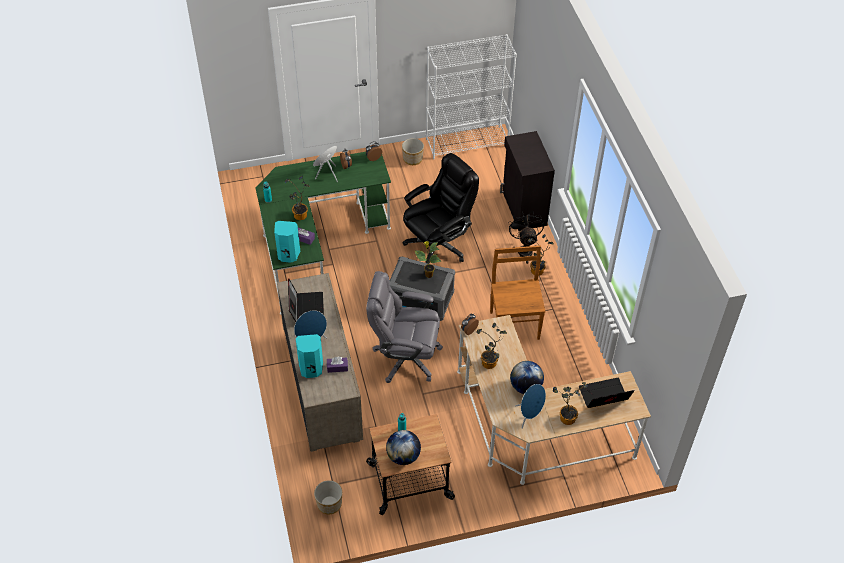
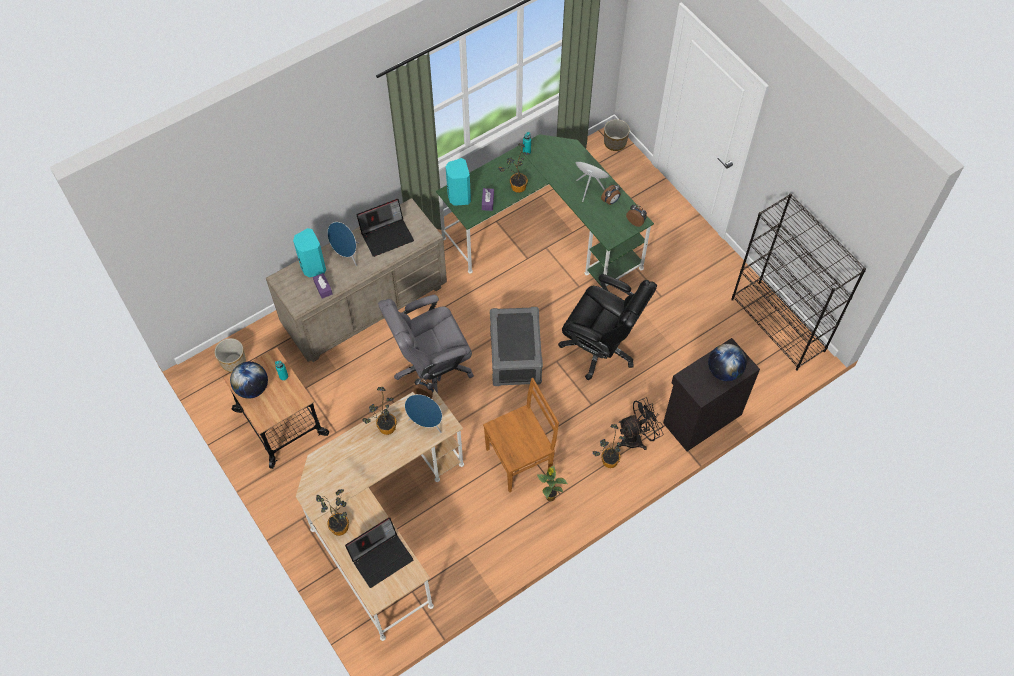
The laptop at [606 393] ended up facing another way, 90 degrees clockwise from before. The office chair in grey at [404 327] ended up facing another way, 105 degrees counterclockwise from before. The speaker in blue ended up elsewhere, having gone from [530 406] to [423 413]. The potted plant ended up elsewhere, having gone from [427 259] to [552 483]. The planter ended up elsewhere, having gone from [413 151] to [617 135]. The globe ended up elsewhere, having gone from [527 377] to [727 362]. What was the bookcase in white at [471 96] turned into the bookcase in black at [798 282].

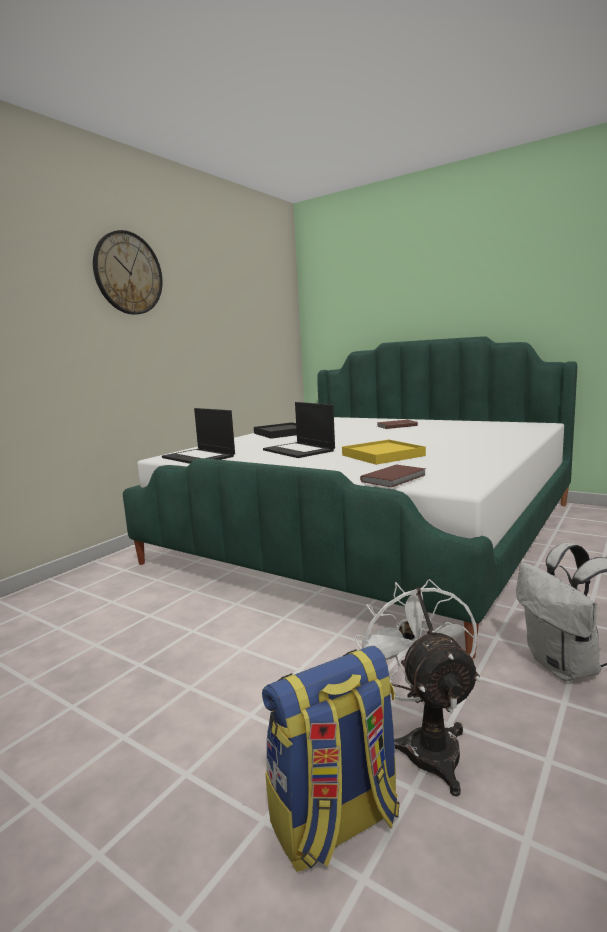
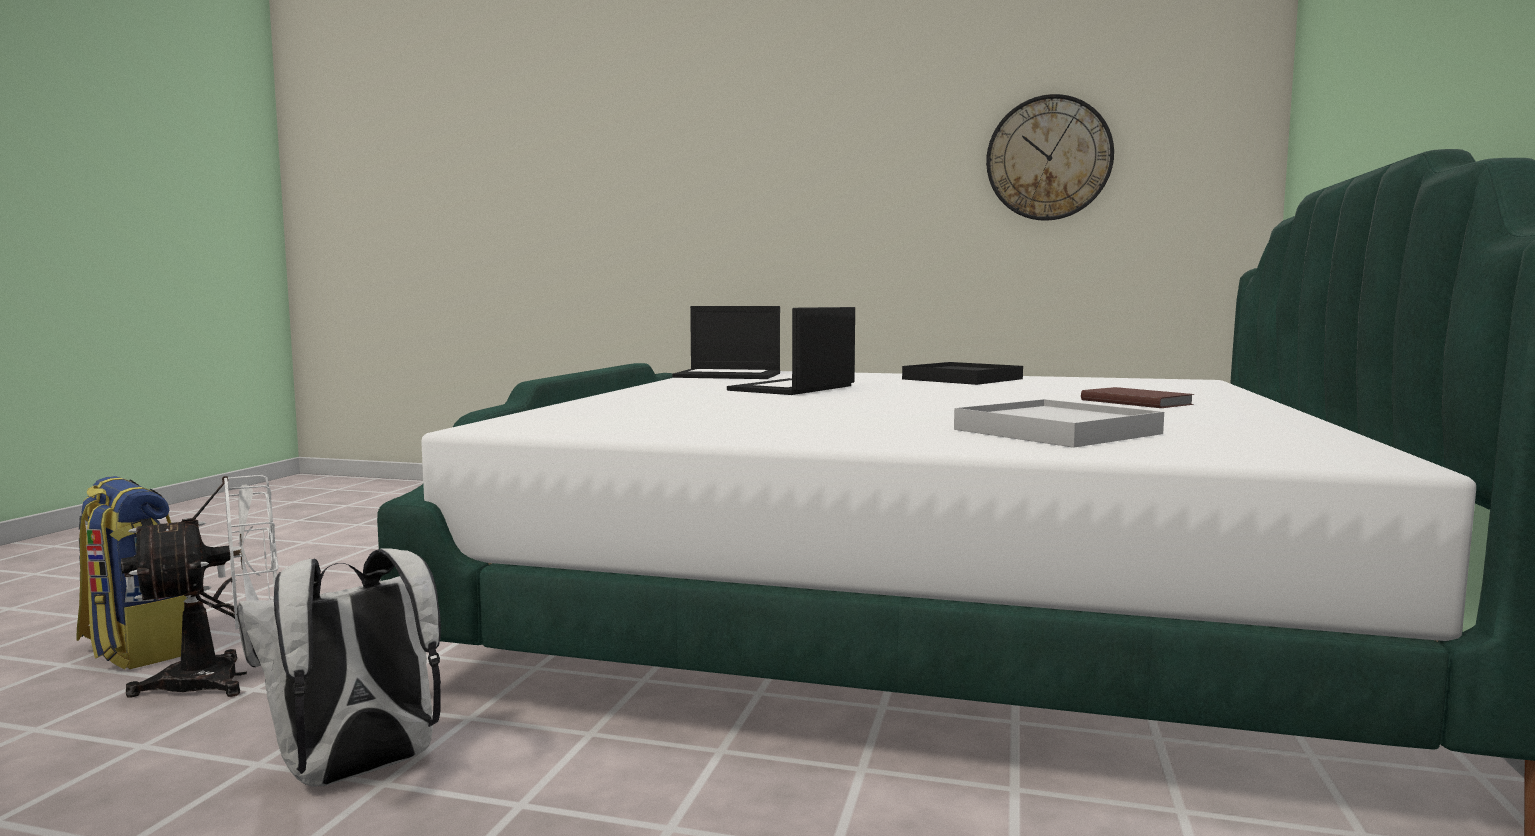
The laptop at [198 436] ended up facing another way, 105 degrees counterclockwise from before. The second view gained the tray in white at [1059 423]. The wall clock ended up elsewhere, having gone from [127 272] to [1050 157]. The second view lost the tray in yellow at [384 452]. The second view lost the book in brown at [393 476].

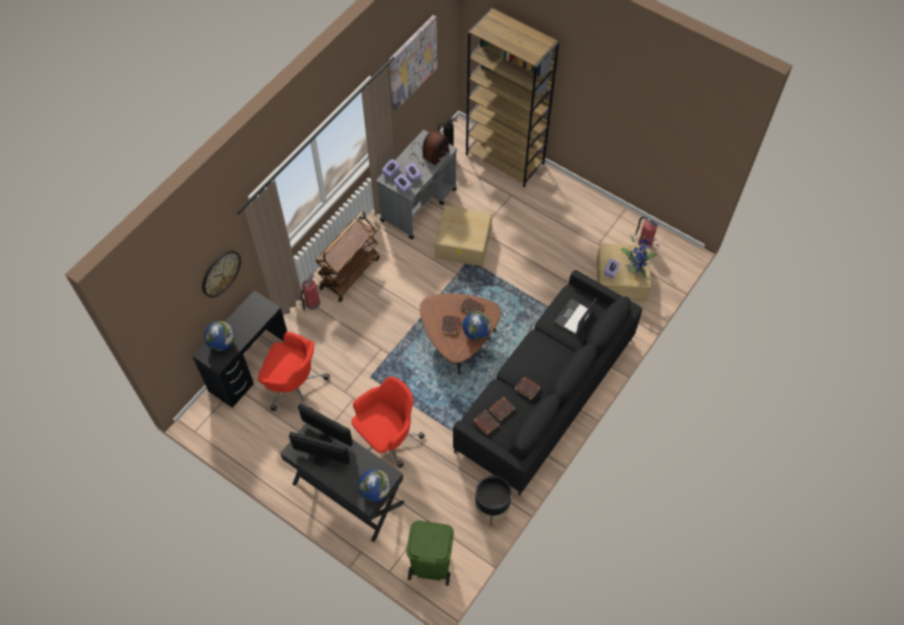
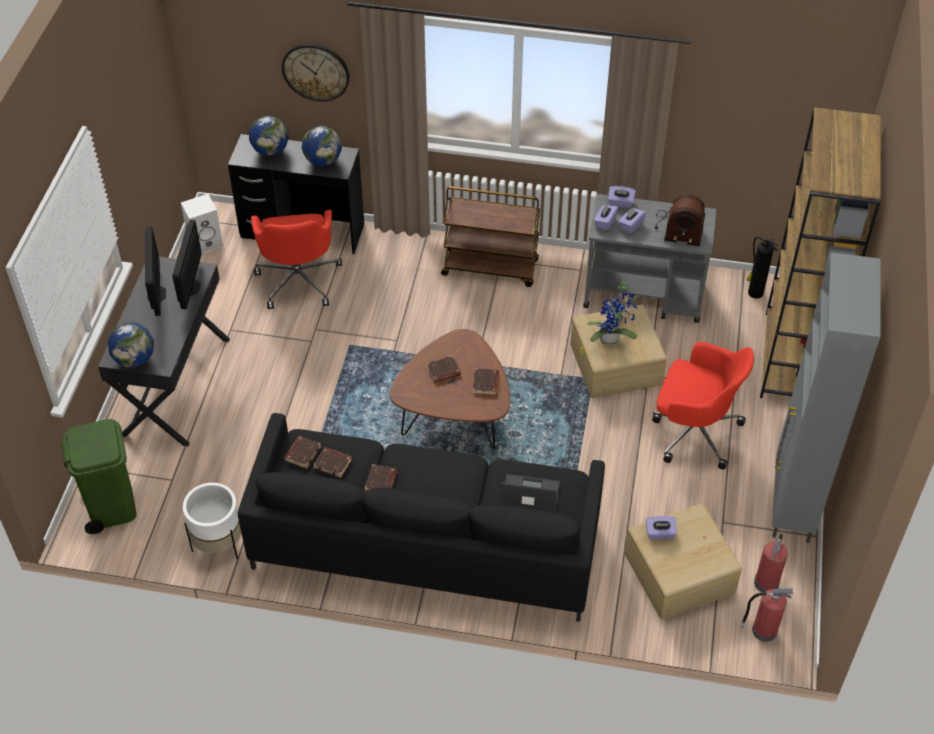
The second view gained the speaker in white at [202 224]. What was the planter in black at [493 500] turned into the planter in white at [212 521]. The globe ended up elsewhere, having gone from [476 325] to [322 146]. The potted plant ended up elsewhere, having gone from [639 256] to [612 312]. The office chair in red ended up elsewhere, having gone from [388 422] to [703 405]. The fire extinguisher ended up elsewhere, having gone from [310 292] to [767 615]. The second view gained the cabinet in grey at [826 397]. The second view lost the picture at [413 63].

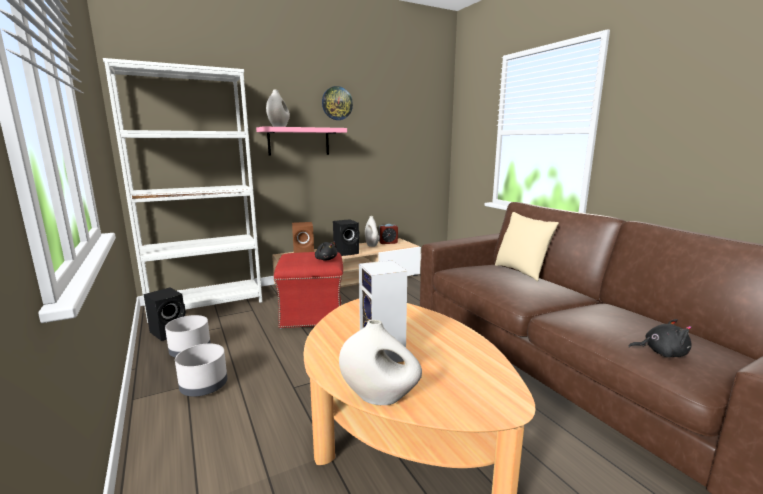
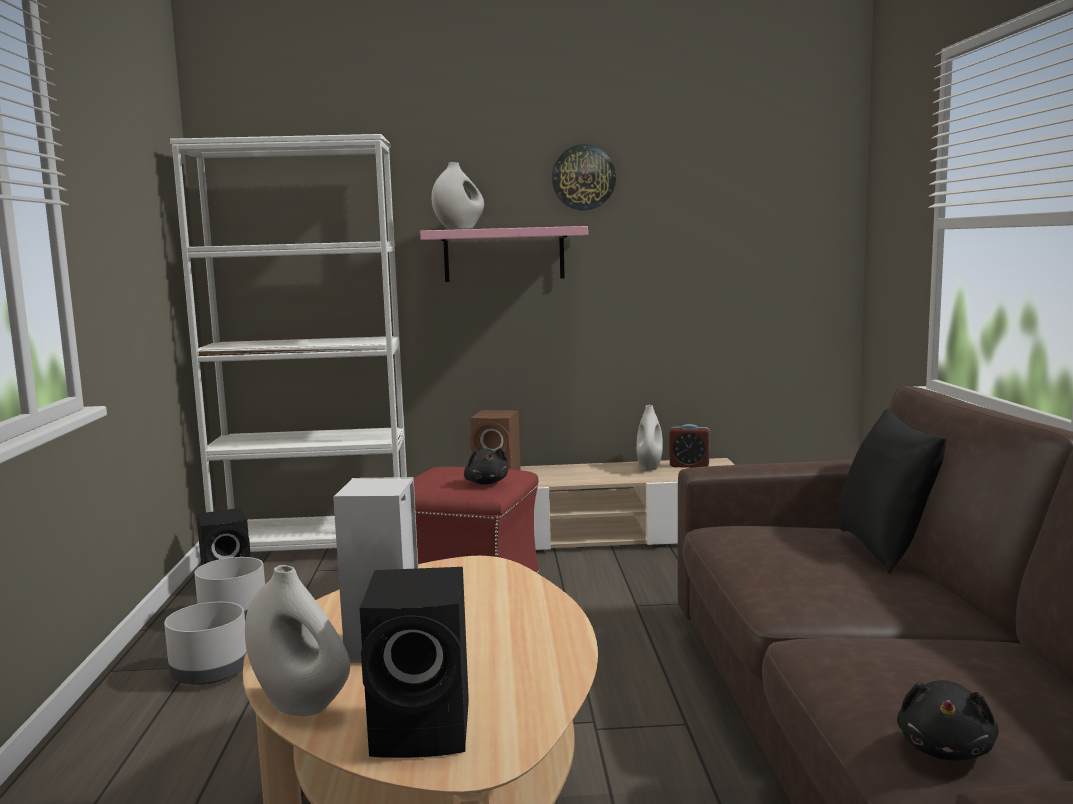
The speaker in black ended up elsewhere, having gone from [346 237] to [414 662]. What was the pillow in beige at [527 247] turned into the pillow in black at [892 491]. The plush toy in black at [660 338] ended up facing another way, 75 degrees clockwise from before.

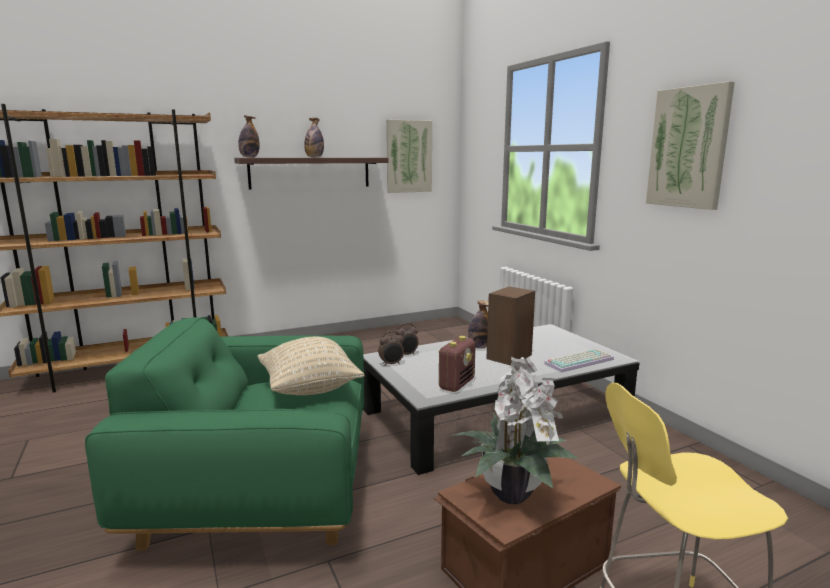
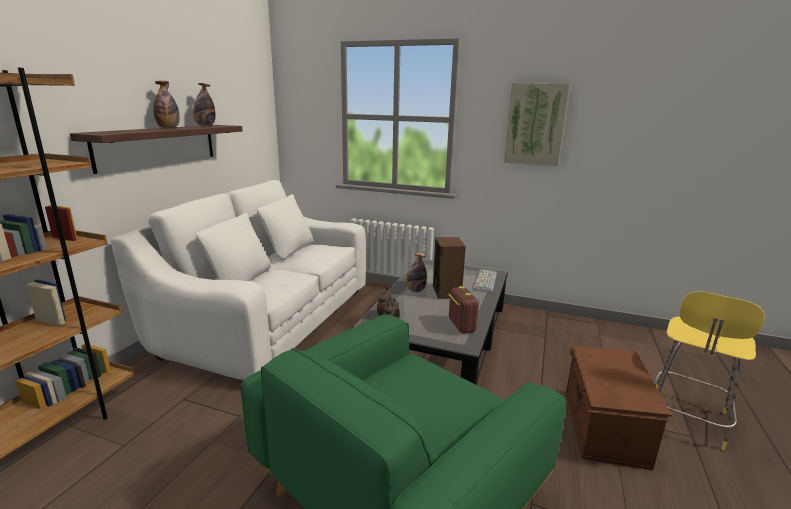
The second view gained the sofa in white at [238 280]. The bottle ended up elsewhere, having gone from [249 136] to [204 104]. The second view lost the pillow in beige at [311 366]. The second view lost the picture at [409 156]. The second view lost the potted plant at [515 430].

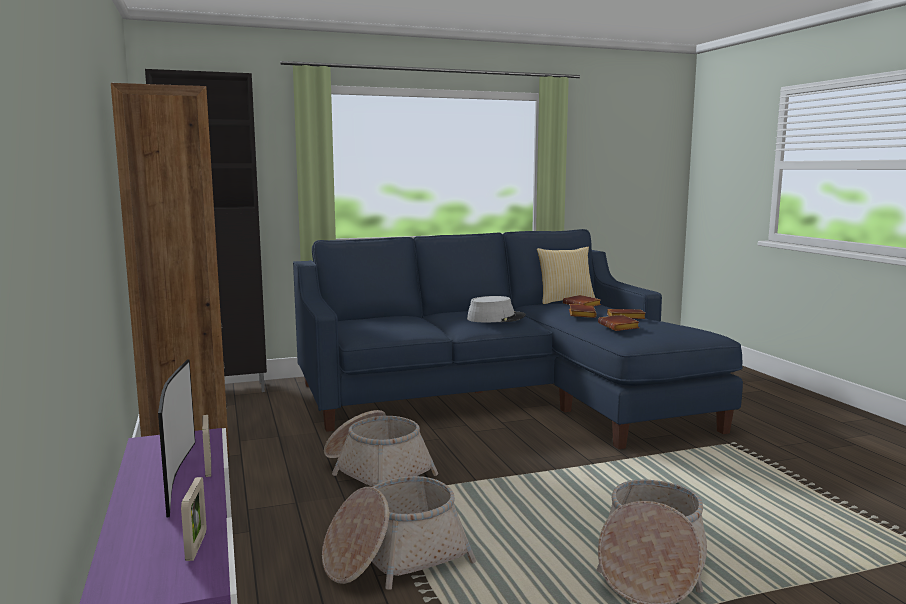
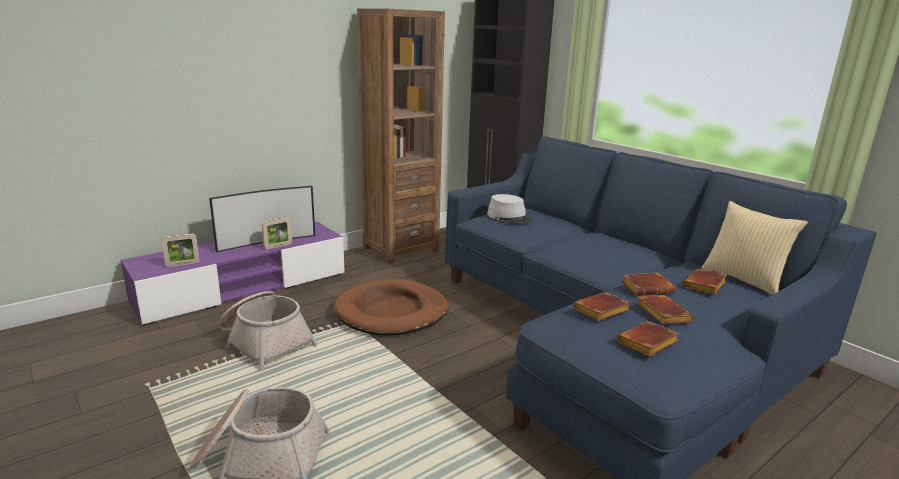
Where the basket stood at [381 448], the dog bed in brown came to stand at [391 307]. The hat in grey ended up elsewhere, having gone from [496 309] to [510 209]. The second view gained the book in brown at [648 339].

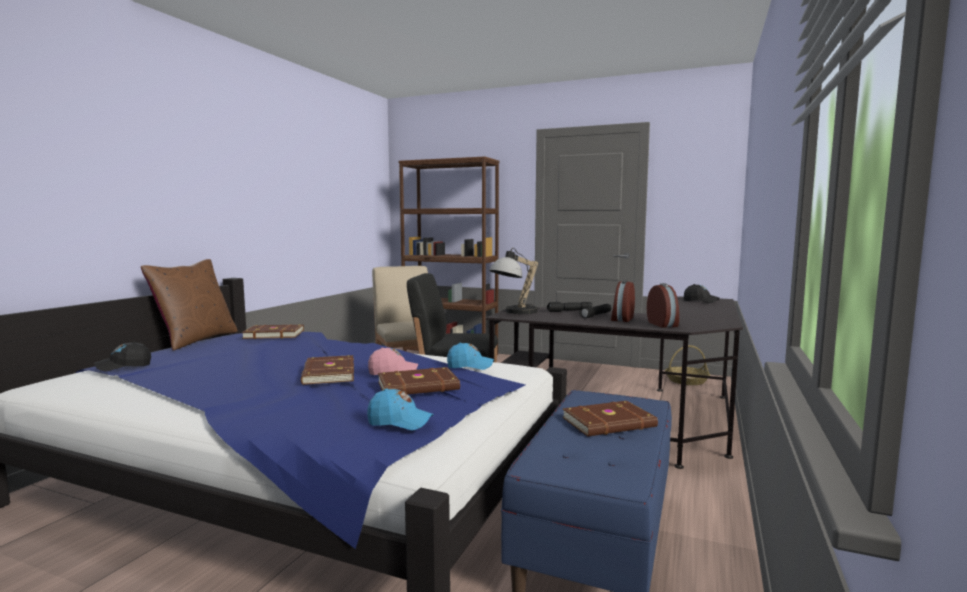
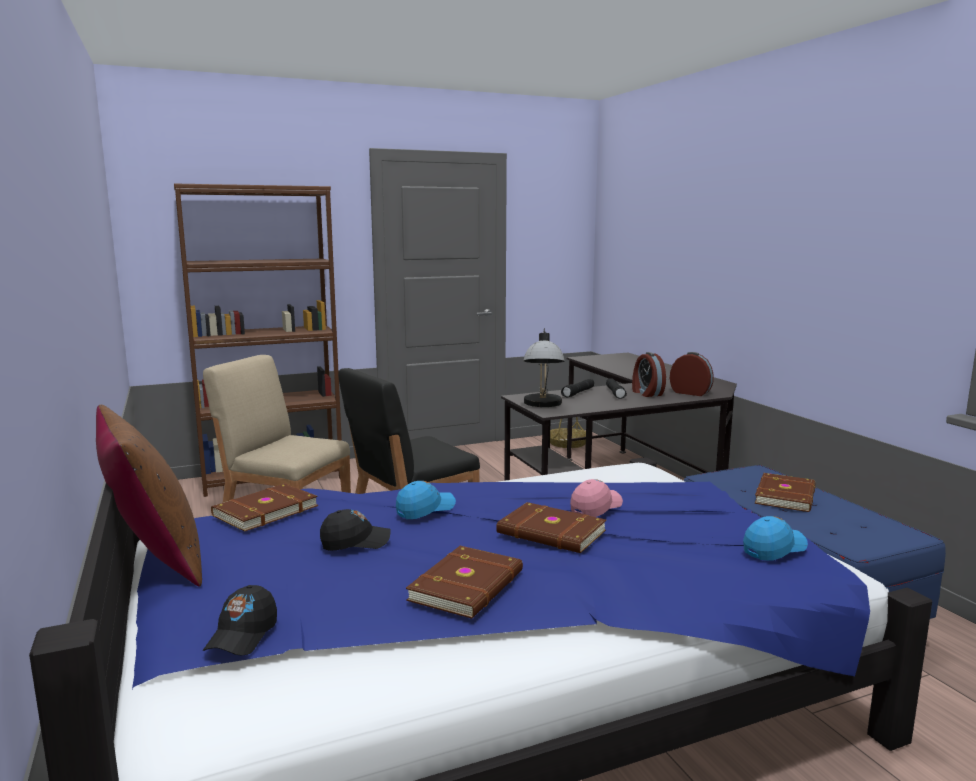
The cap in black ended up elsewhere, having gone from [701 293] to [355 530]. The cap in blue ended up elsewhere, having gone from [470 356] to [426 500]. The book in brown ended up elsewhere, having gone from [419 380] to [464 582].

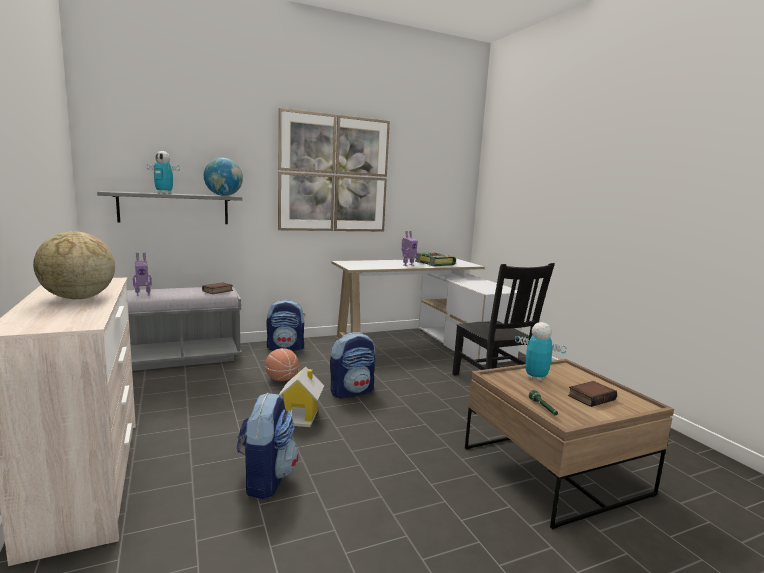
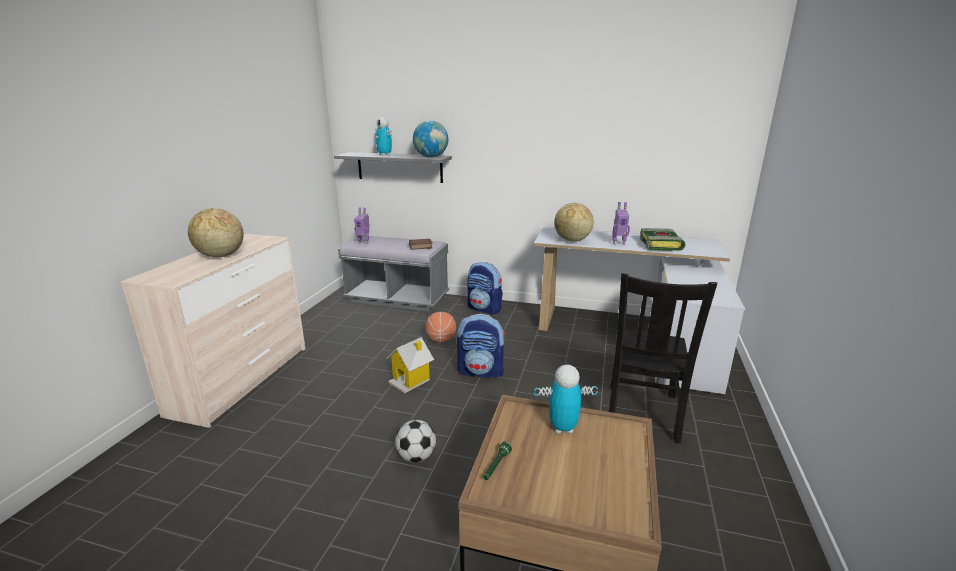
The second view gained the football at [415 441]. The toy robot at [541 351] ended up facing another way, 75 degrees counterclockwise from before. The second view gained the globe at [574 222]. The second view lost the backpack at [268 445]. The second view lost the picture at [334 169]. The second view lost the book at [592 394].

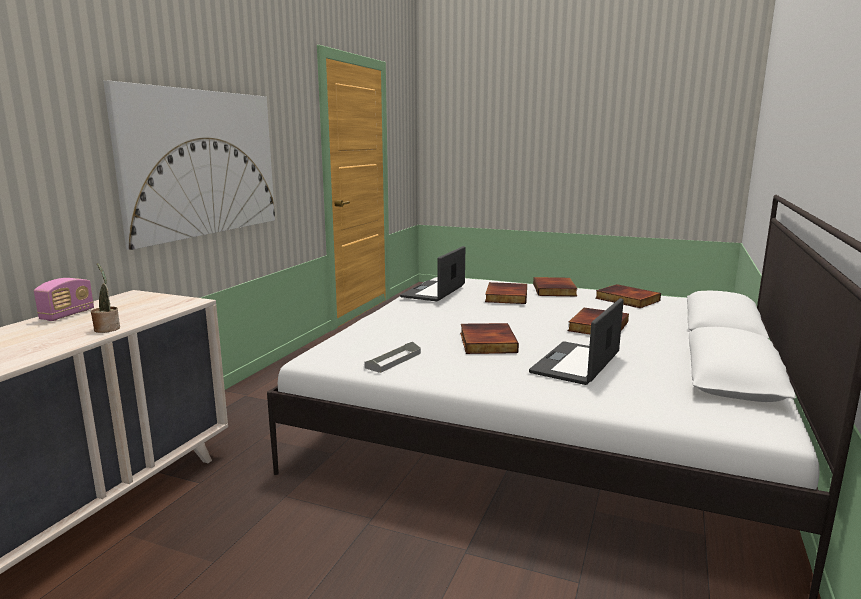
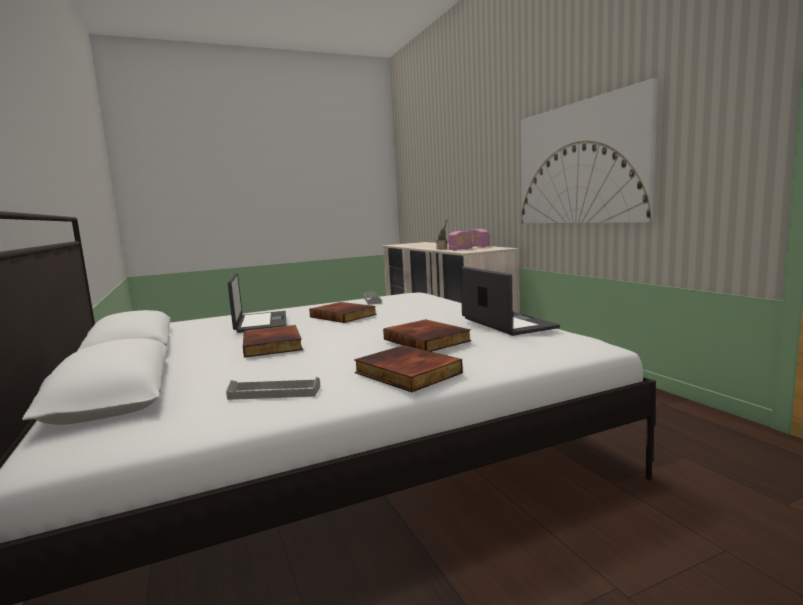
Where the book stood at [628 296], the tray in grey came to stand at [273 388]. The second view gained the radio at [460 241].

